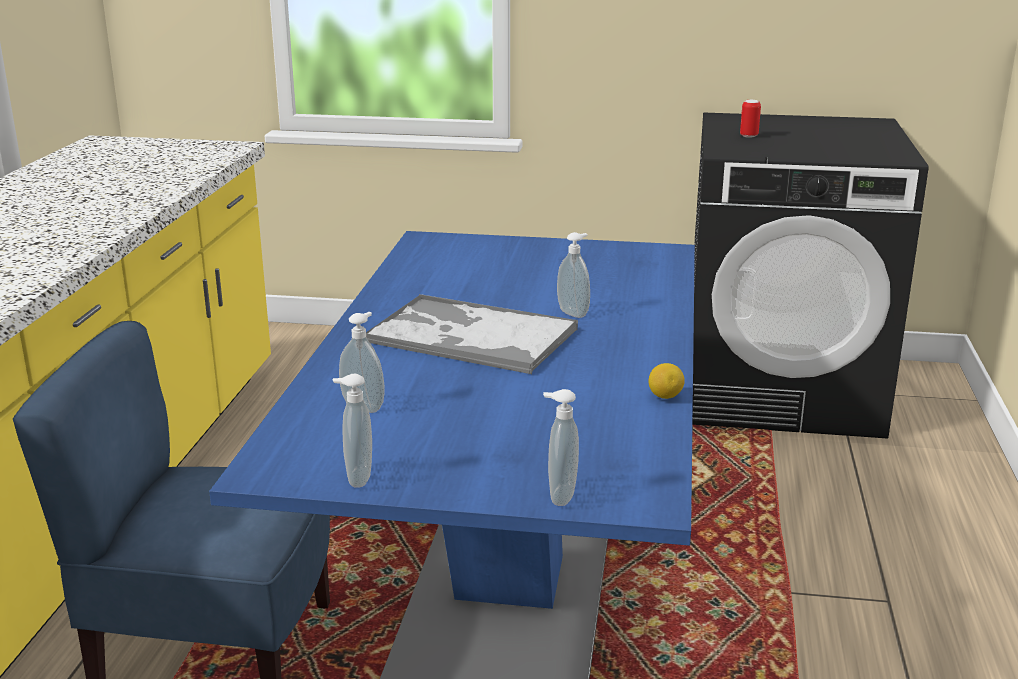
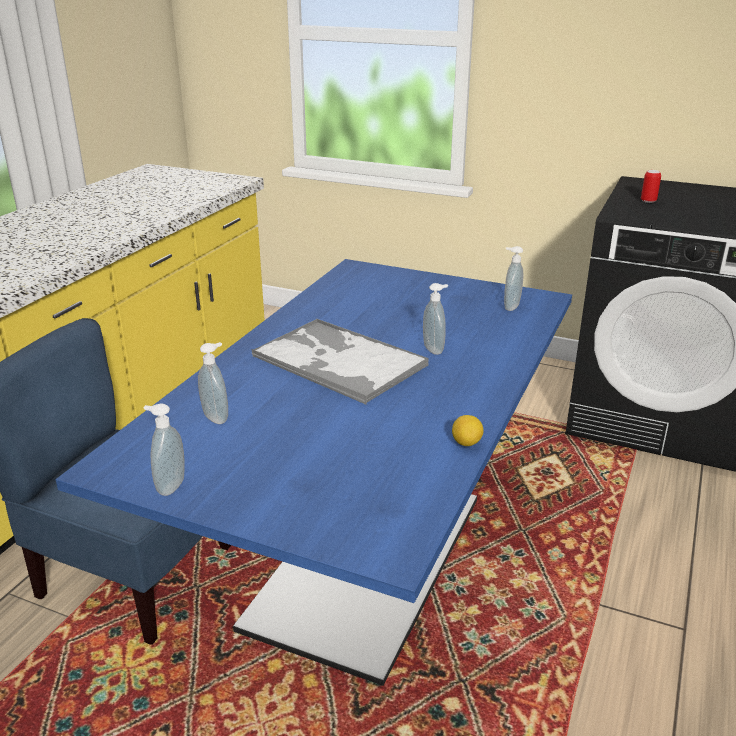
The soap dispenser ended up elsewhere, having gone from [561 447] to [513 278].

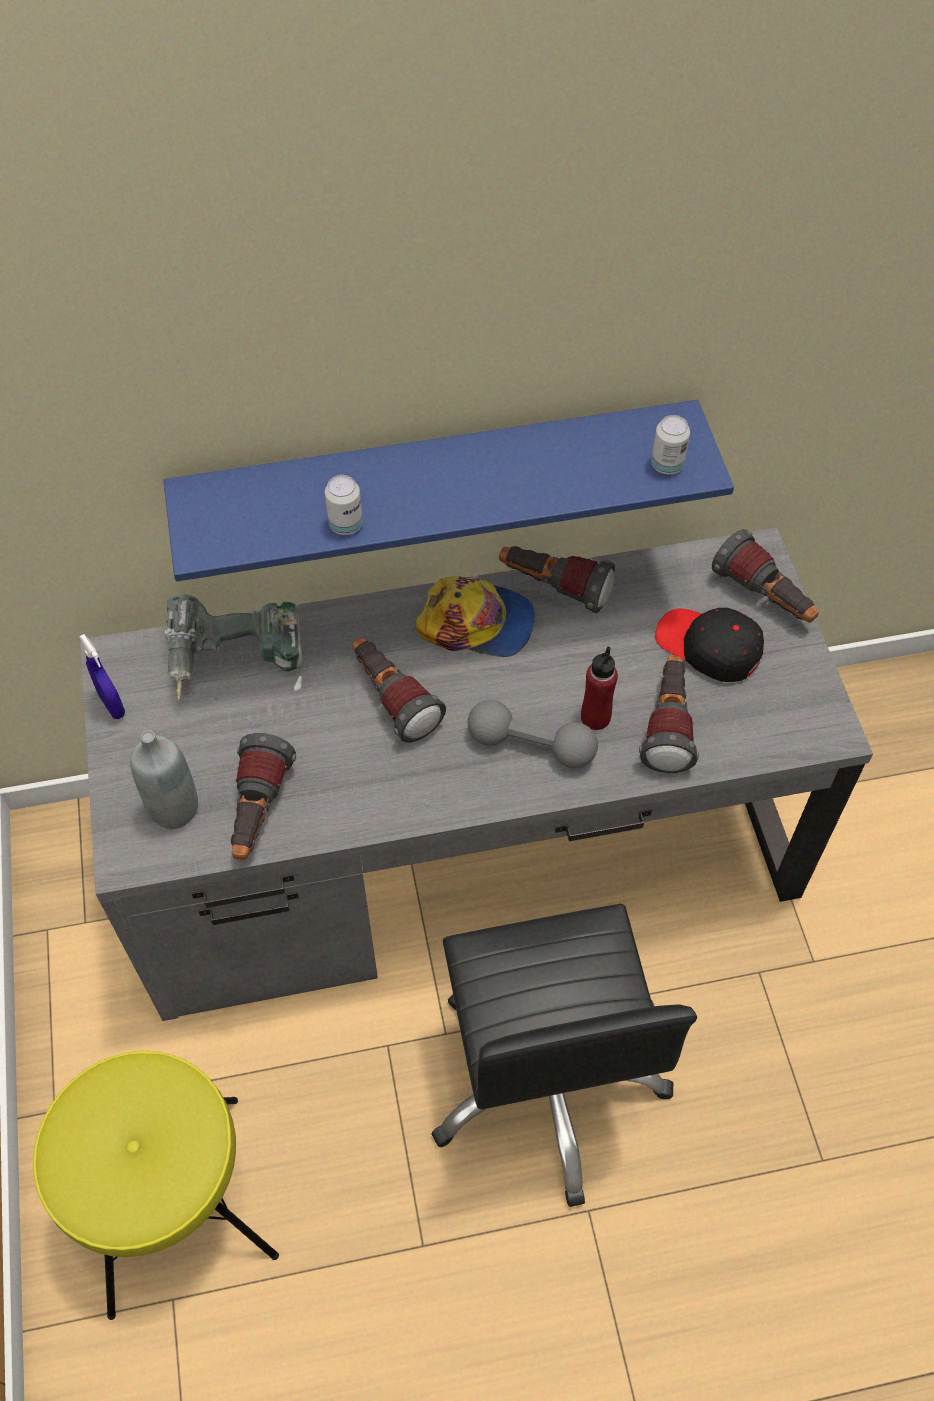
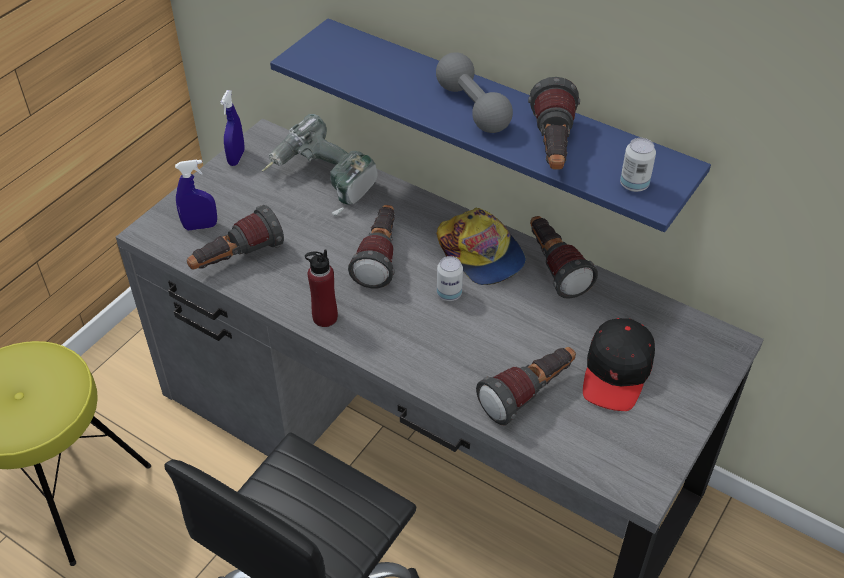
Where the bottle in grey stood at [164 779], the spray bottle in blue came to stand at [196 194]. The bottle in red ended up elsewhere, having gone from [599 688] to [321 288]. The dumbbell in grey ended up elsewhere, having gone from [533 734] to [474 92]. The can ended up elsewhere, having gone from [344 505] to [450 278]. The flashlight ended up elsewhere, having gone from [765 576] to [554 123]. The cap in black at [709 645] ended up facing another way, 150 degrees counterclockwise from before.

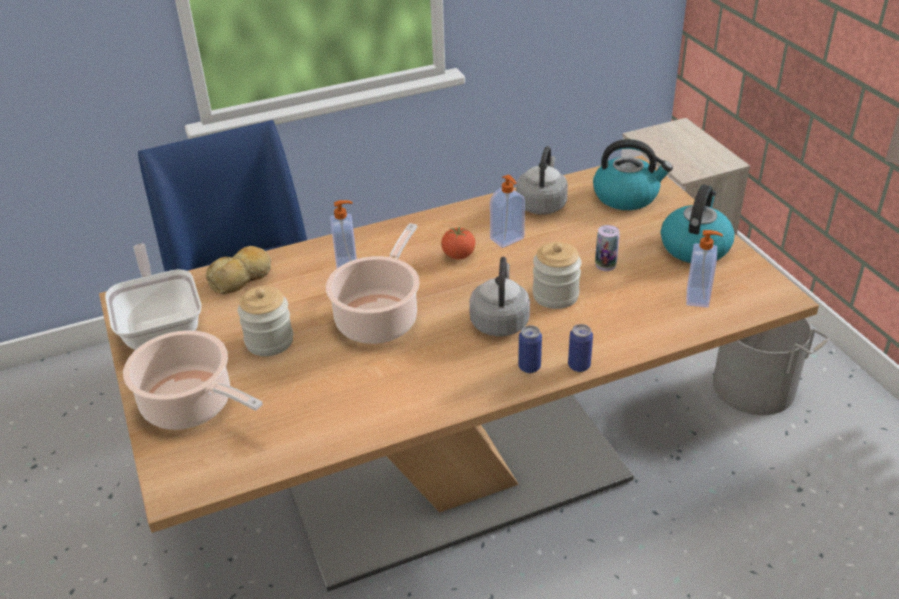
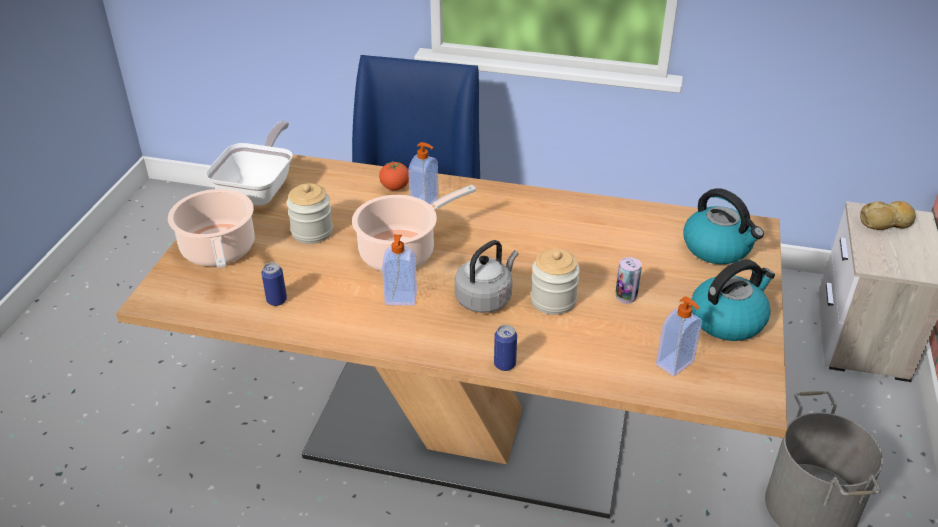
The can ended up elsewhere, having gone from [530 349] to [274 284]. The tomato ended up elsewhere, having gone from [458 243] to [394 175]. The soap dispenser ended up elsewhere, having gone from [507 211] to [399 270]. The bread ended up elsewhere, having gone from [238 270] to [888 215]. The second view lost the kettle in grey at [542 180].

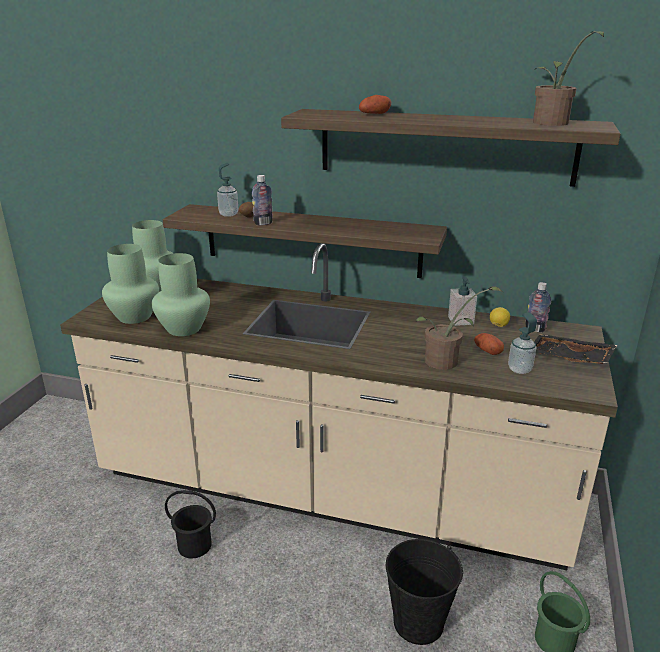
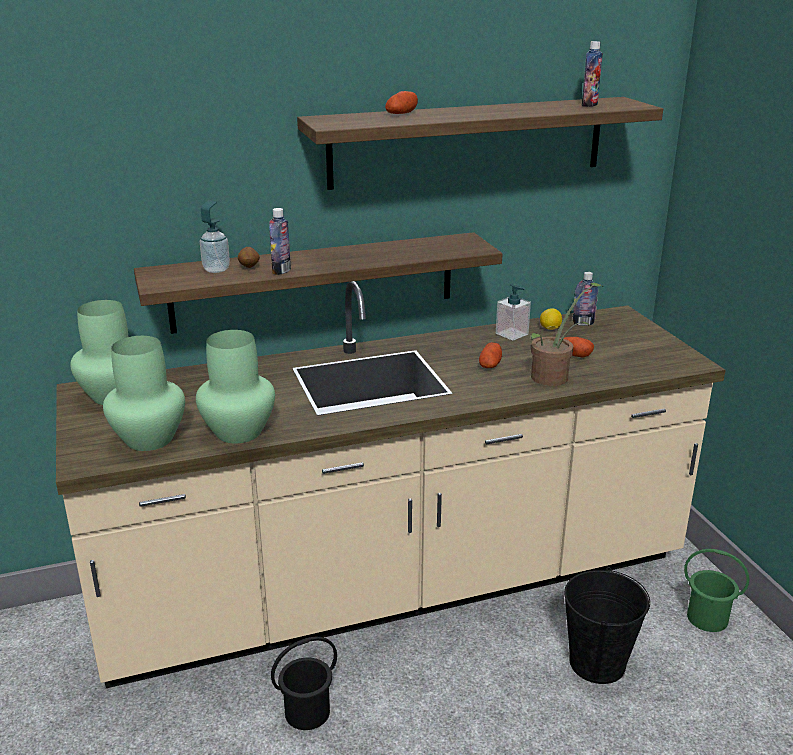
The second view gained the potato at [490 355]. Where the potted plant stood at [568 78], the bottle came to stand at [592 74]. The second view lost the soap dispenser at [522 343]. The second view lost the tray in black at [576 349].

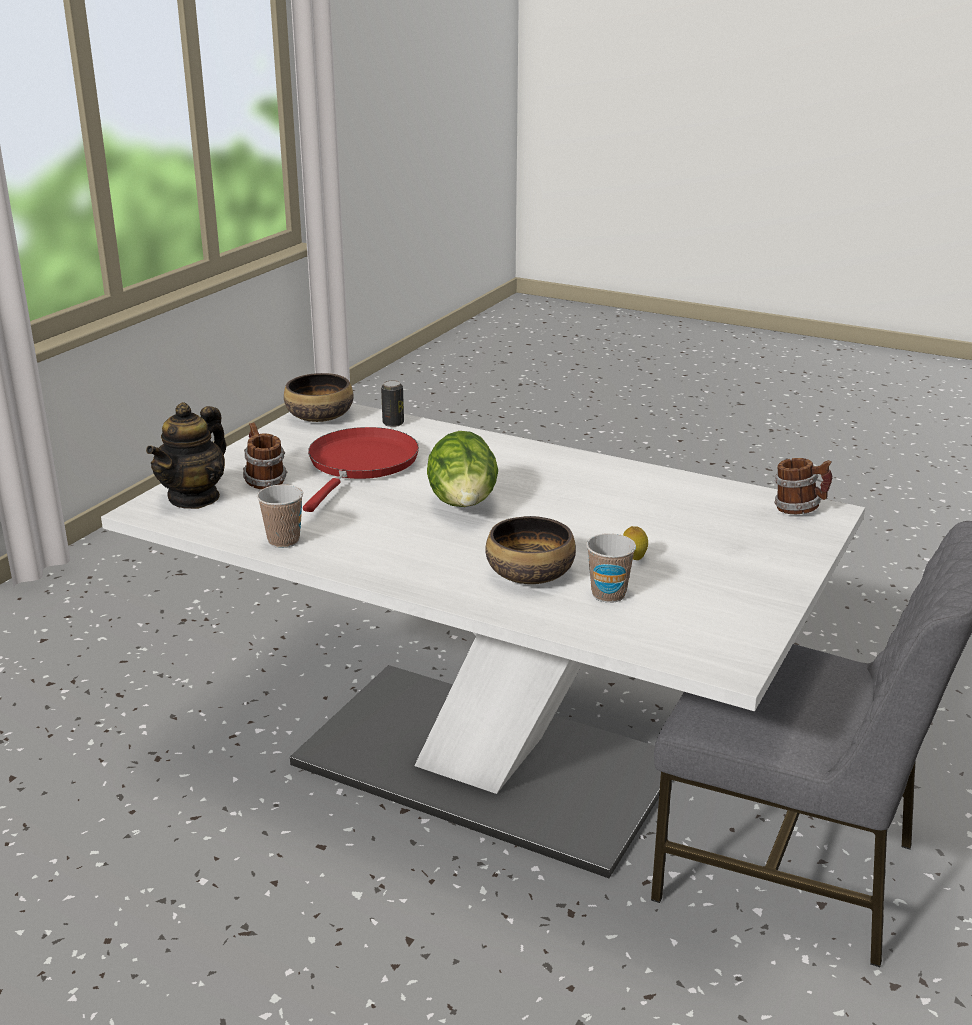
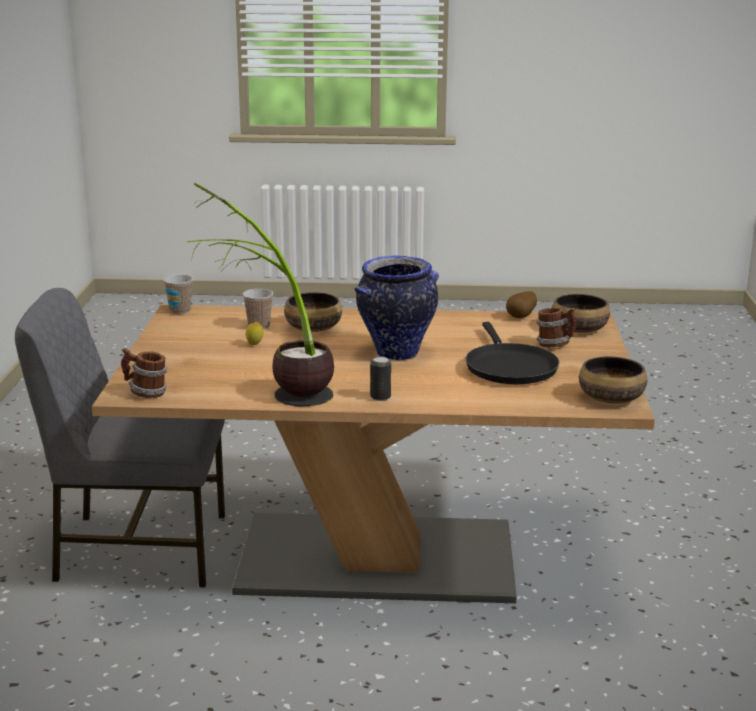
What was the dining table in white at [483 640] turned into the dining table in brown at [373 454]. The cup ended up elsewhere, having gone from [280 516] to [178 294]. The second view gained the potted plant at [260 294]. Where the lettuce stood at [462 469], the vase came to stand at [397 307]. The can ended up elsewhere, having gone from [392 403] to [380 378]. What was the frying pan in red at [361 469] turned into the frying pan in black at [512 353]. The second view gained the potato at [521 304]. Where the teapot stood at [186 455], the bowl came to stand at [581 313].

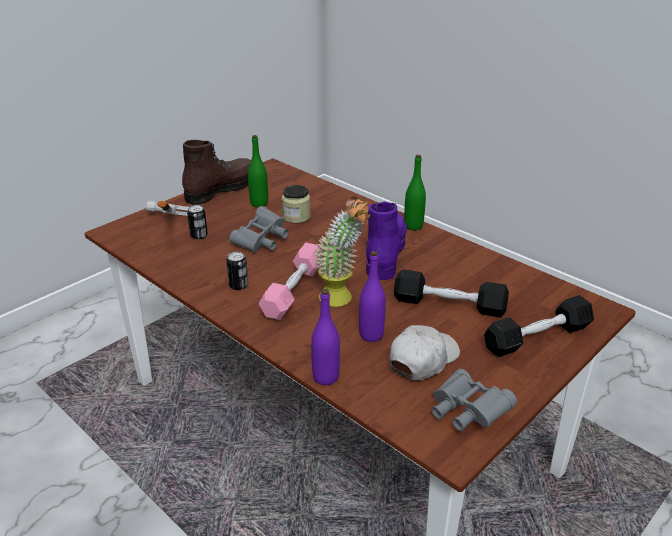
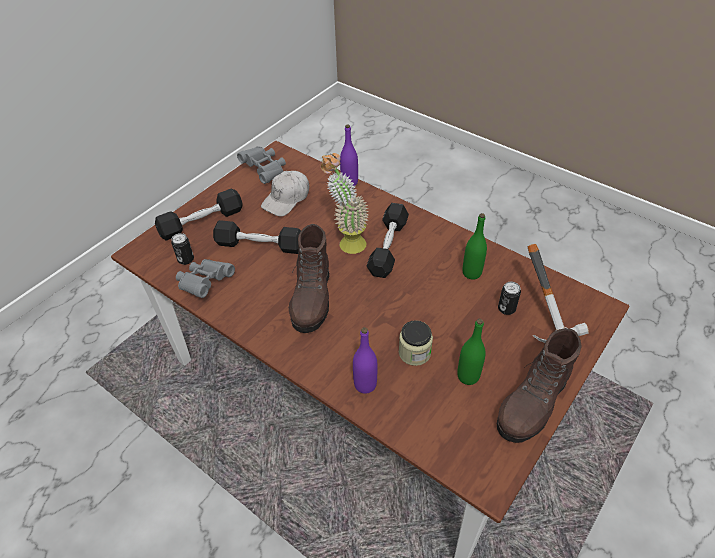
The can ended up elsewhere, having gone from [237 271] to [182 249]. The binoculars in grey ended up elsewhere, having gone from [259 229] to [205 278]. What was the boot in purple at [386 241] turned into the boot in brown at [309 278]. The bottle in purple ended up elsewhere, having gone from [372 296] to [365 360]. What was the dumbbell in pink at [289 281] turned into the dumbbell in black at [388 240]. The bottle in green ended up elsewhere, having gone from [415 192] to [475 246].

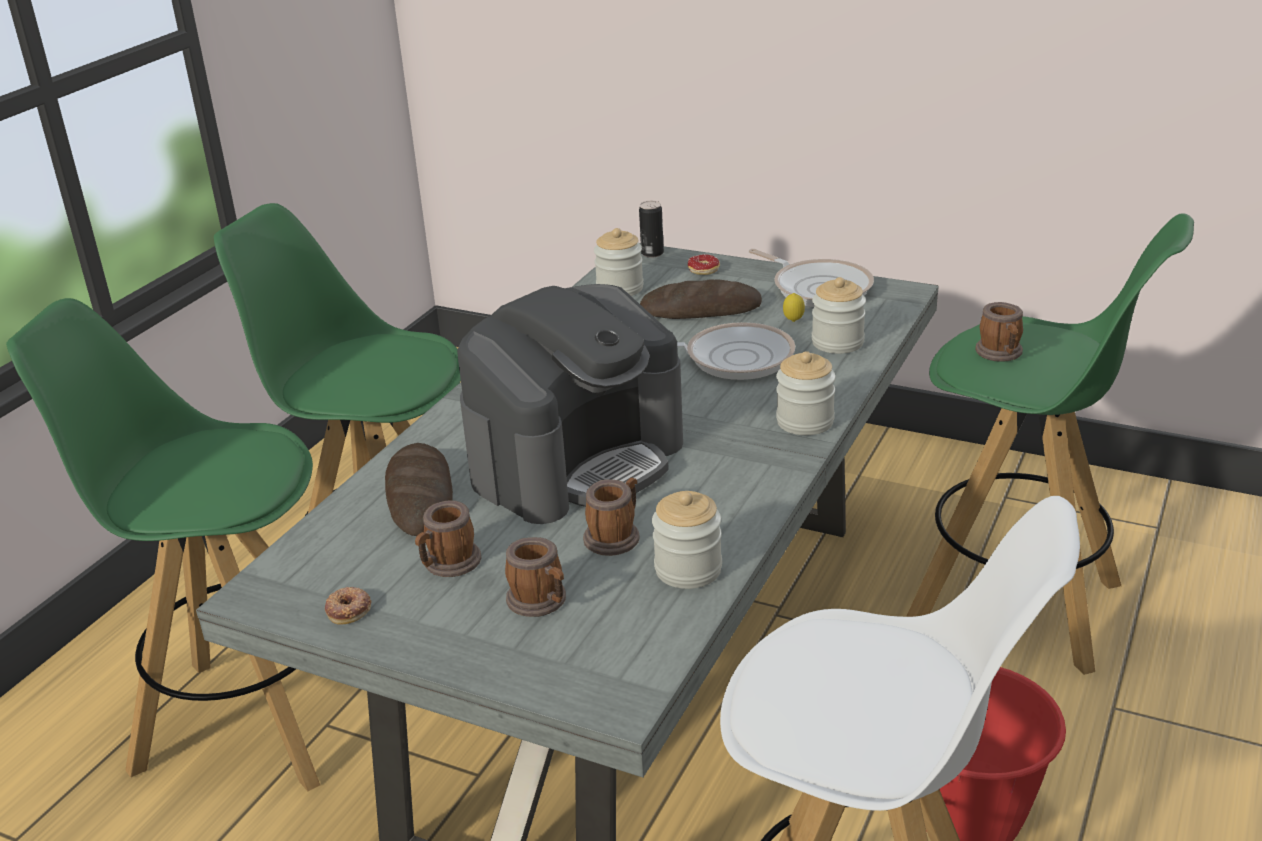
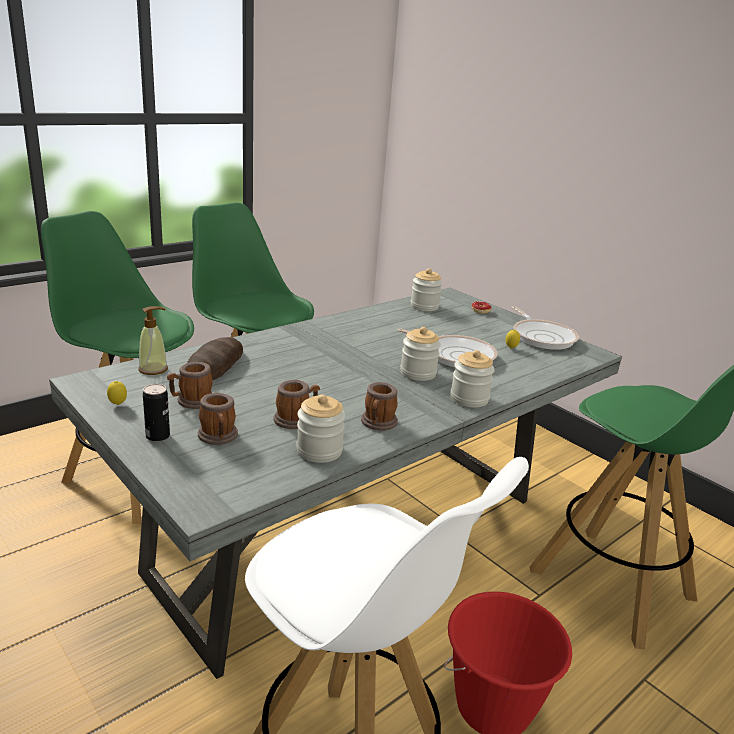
Where the donut stood at [348 606], the lemon came to stand at [117 393]. The second view gained the soap dispenser at [153 340]. The can ended up elsewhere, having gone from [651 229] to [156 413]. The mug ended up elsewhere, having gone from [999 332] to [379 406]. The jar ended up elsewhere, having gone from [839 315] to [420 354]. The second view lost the coffee machine at [570 404]. The second view lost the bread at [701 299].

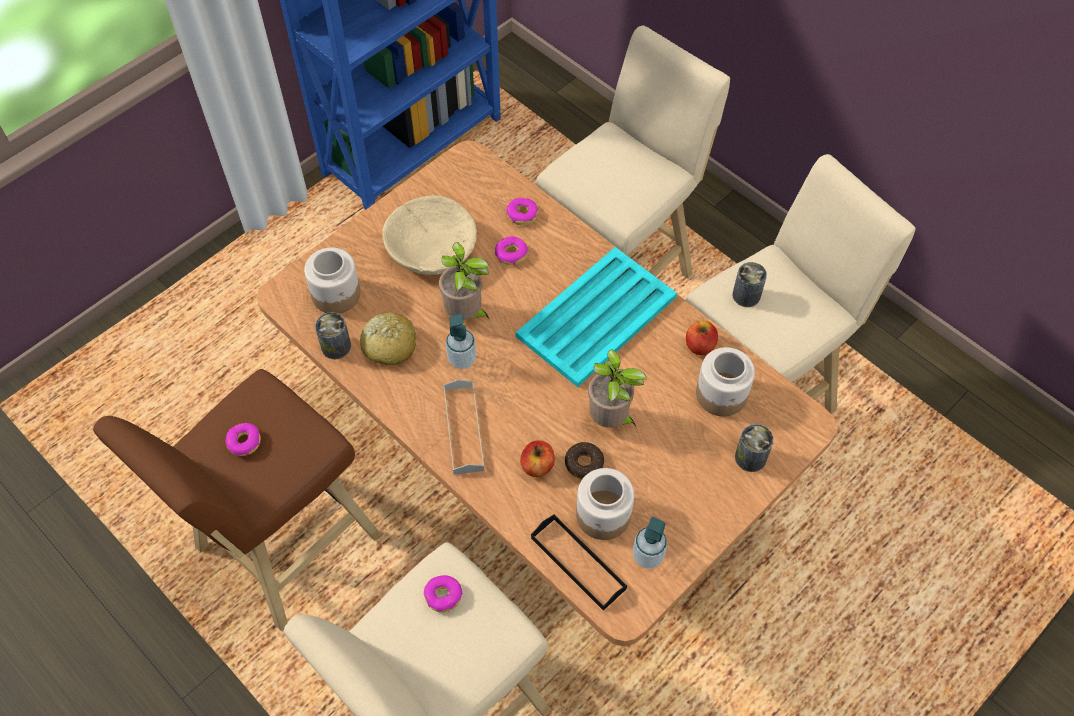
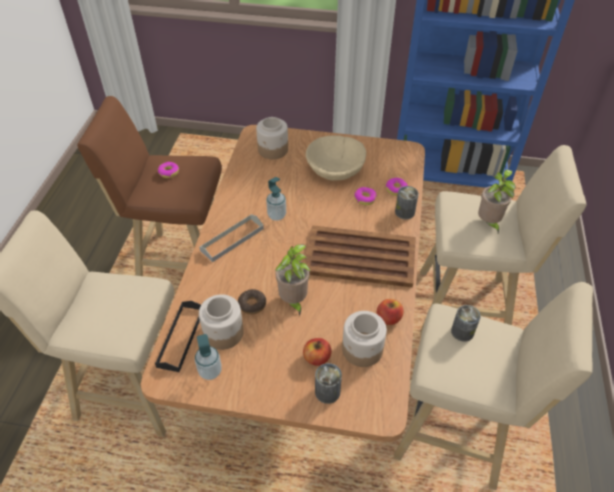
The apple ended up elsewhere, having gone from [537 458] to [317 352]. What was the tray in turquoise at [596 317] turned into the tray in brown at [360 256]. The can ended up elsewhere, having gone from [333 335] to [407 202]. The potted plant ended up elsewhere, having gone from [464 281] to [497 201]. The second view lost the bread at [388 339]. The second view lost the donut at [443 593].

